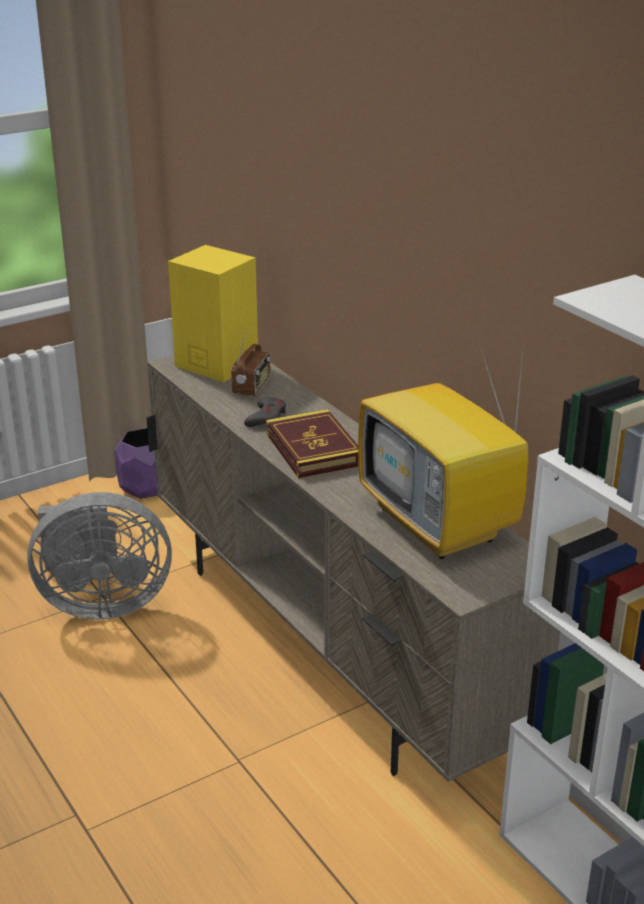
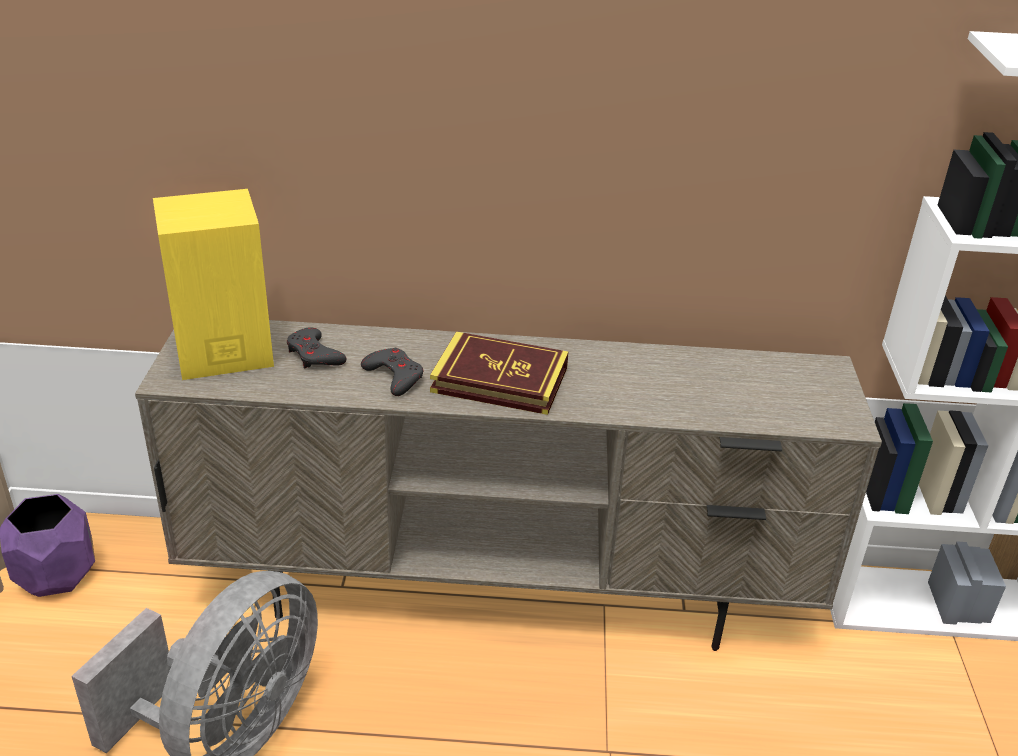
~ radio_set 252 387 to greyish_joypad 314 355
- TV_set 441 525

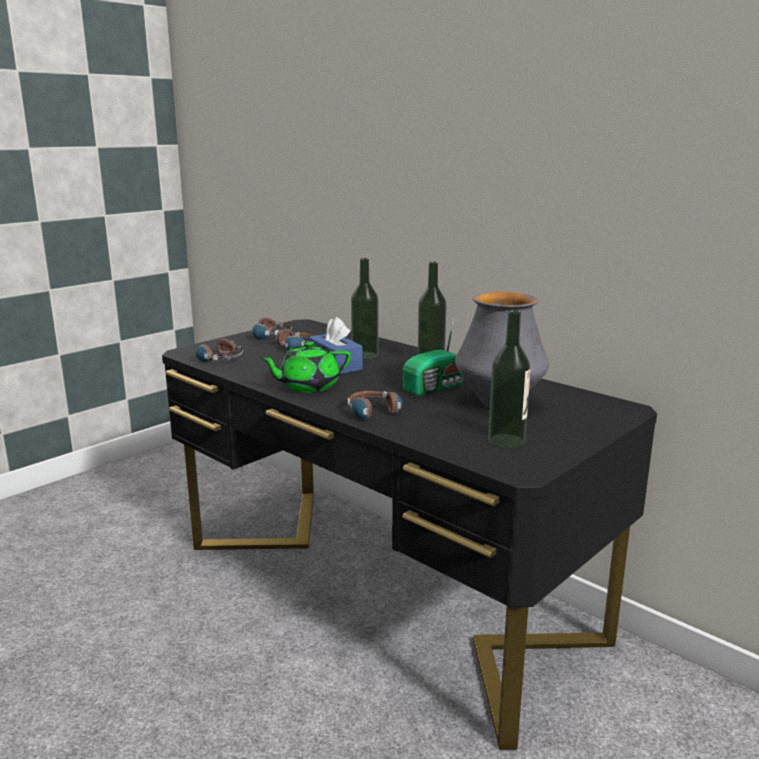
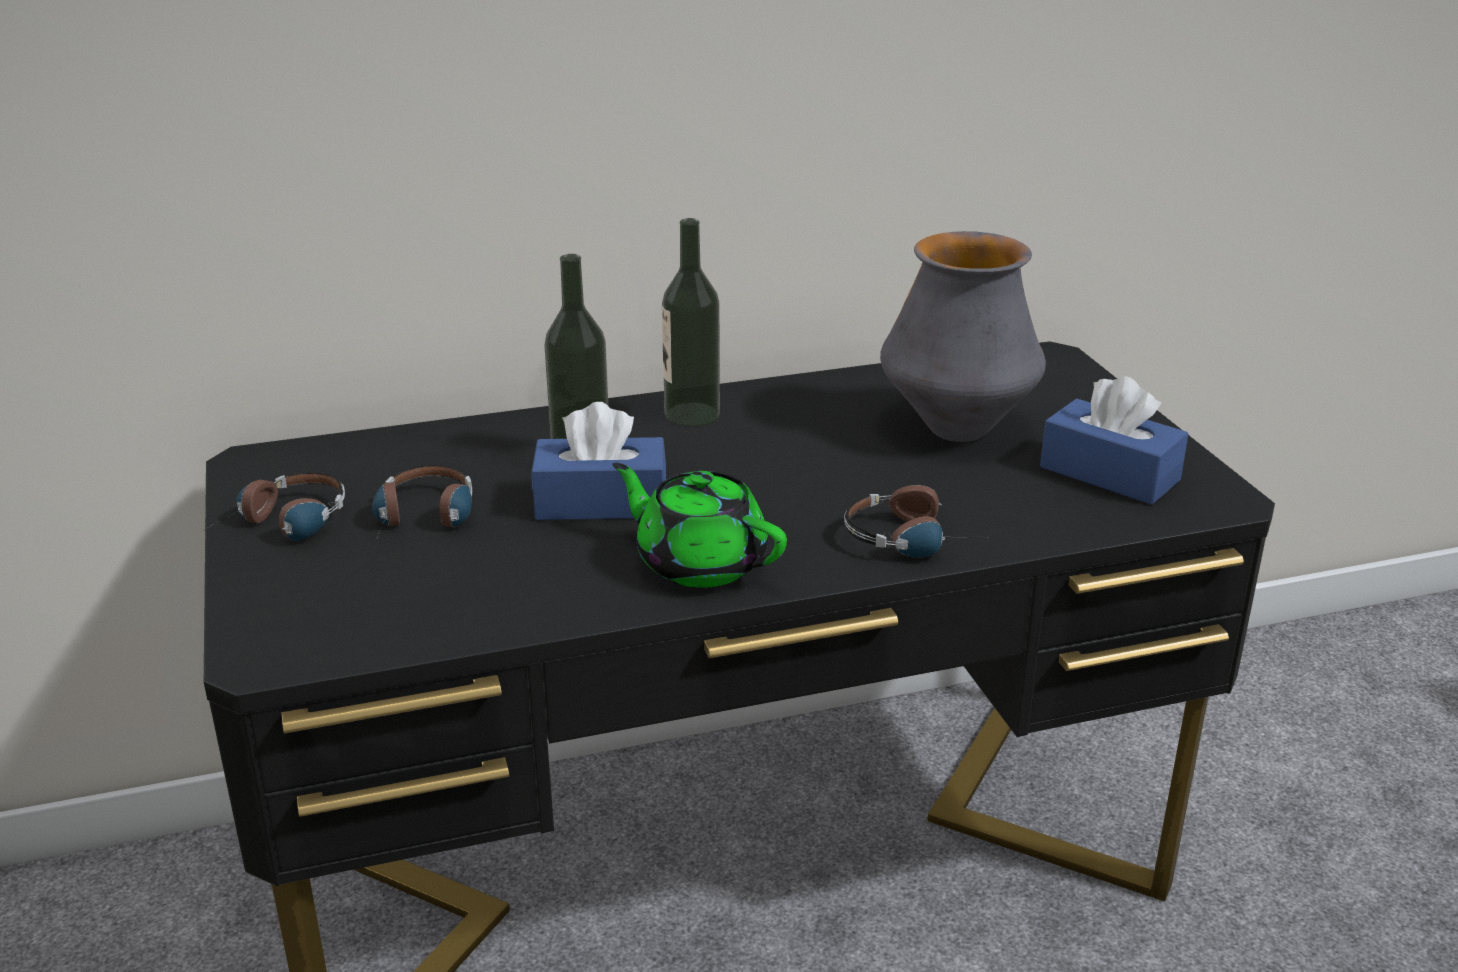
~ green-coloured_teapot 308 386 = 699 562 120 degrees clockwise
~ drink_bottle 506 441 to bluish_tissue_box 1109 473
- headset 216 358
- radio_set 436 387

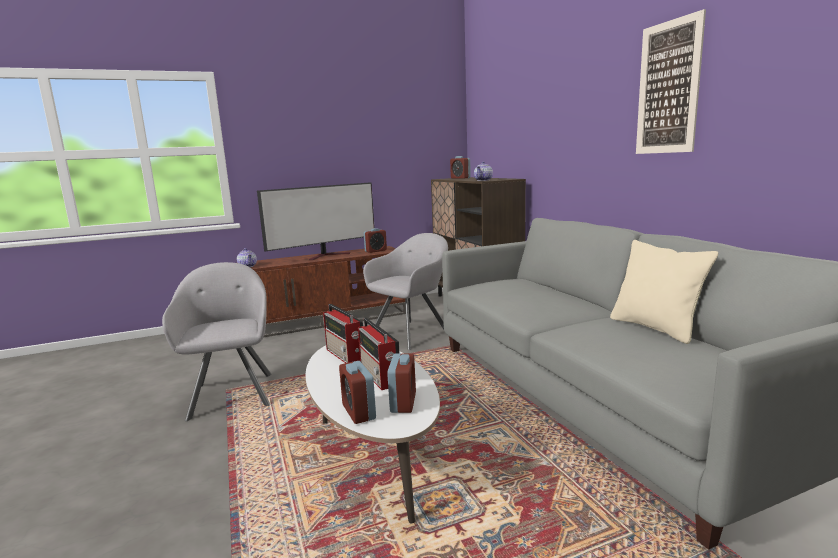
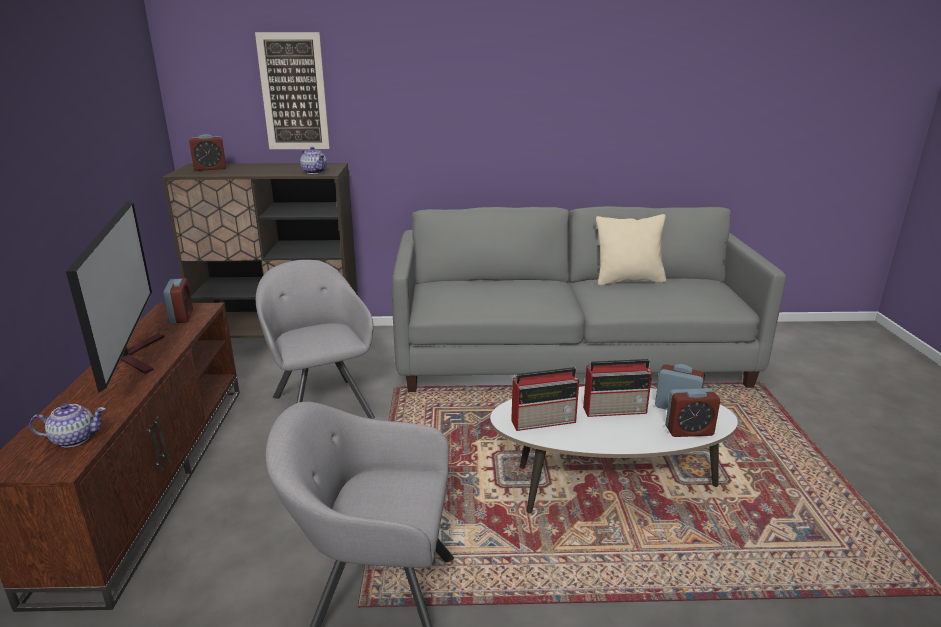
~ picture 668 88 to 293 92

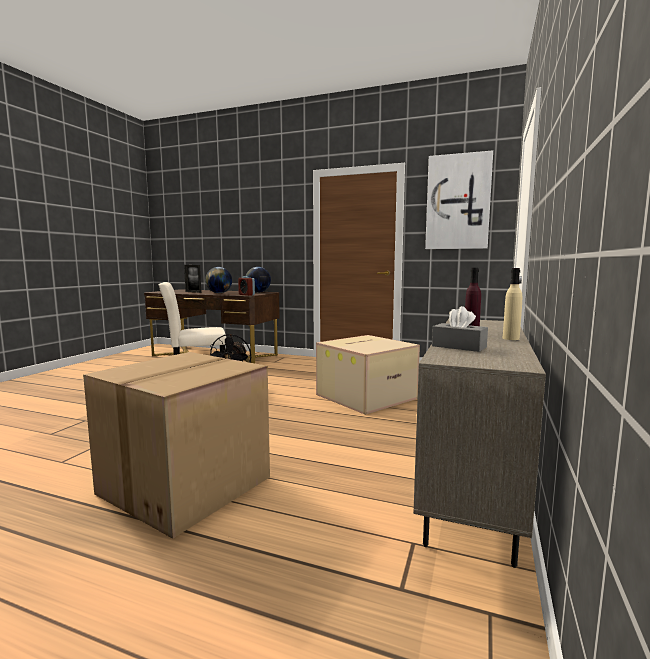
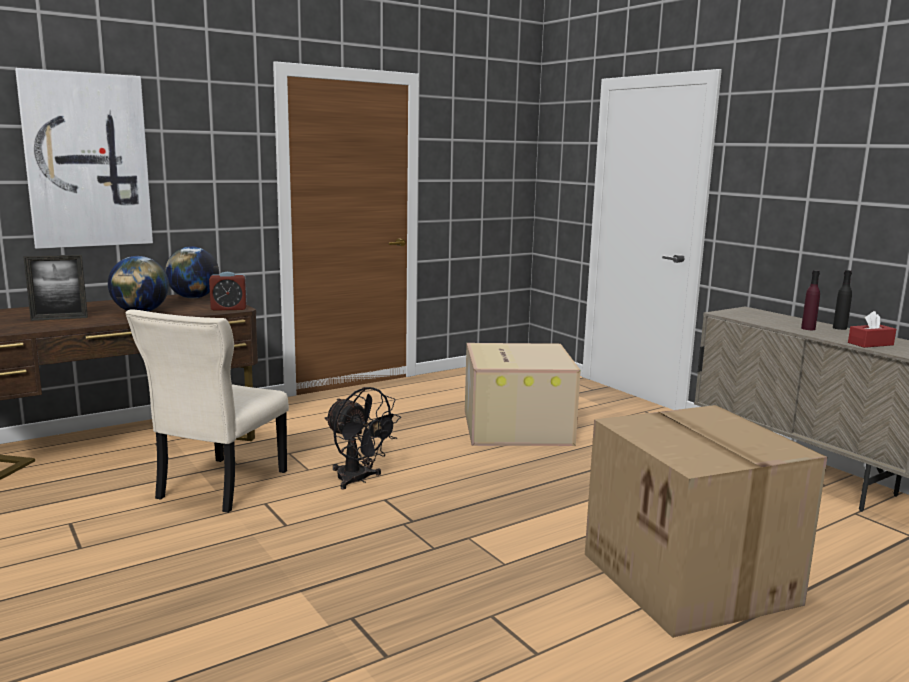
~ picture 458 202 to 87 161
~ sand-coloured_drink_bottle 511 338 to black_drink_bottle 839 328
~ greyish_tissue_box 459 347 to red_tissue_box 870 344

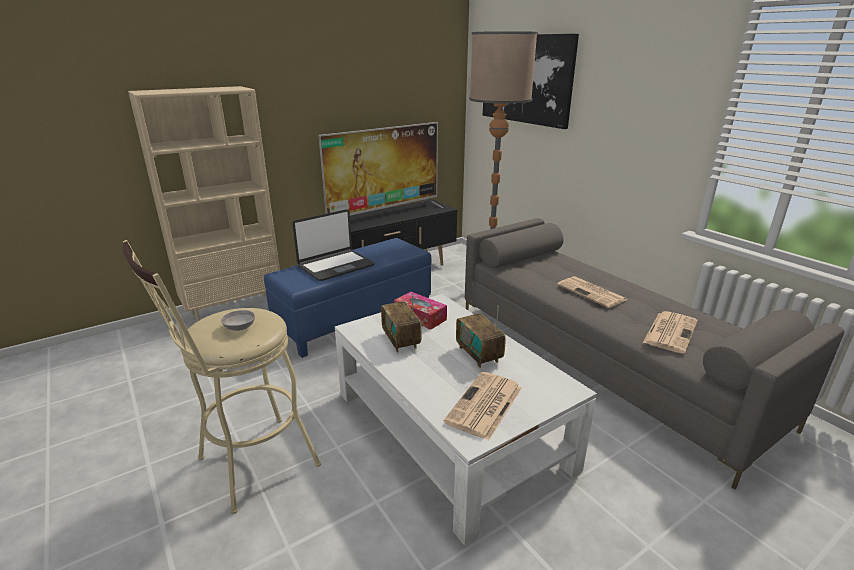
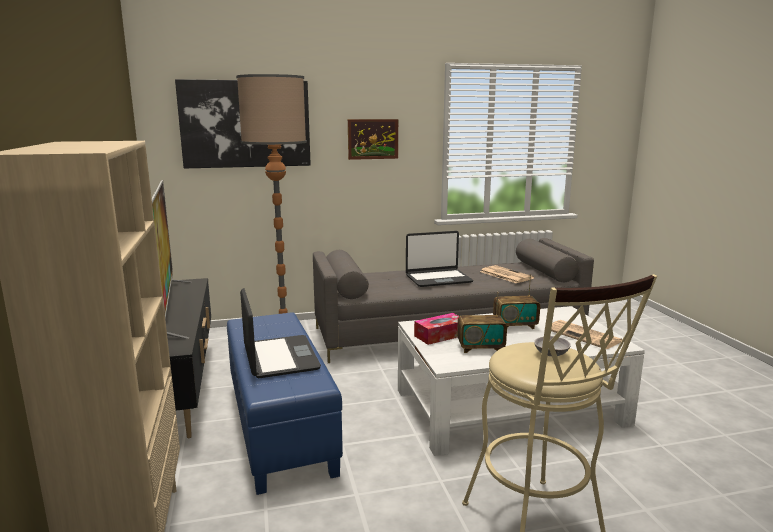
+ picture 373 139
~ newspaper 592 293 to notebook_computer 438 279

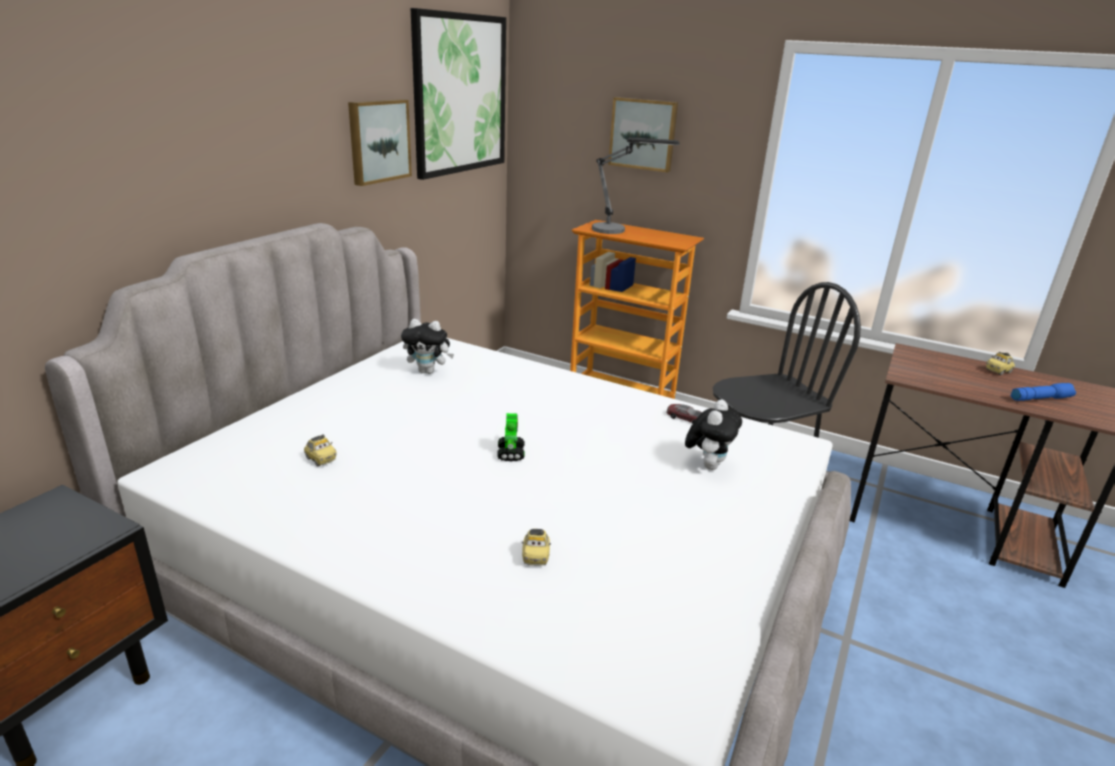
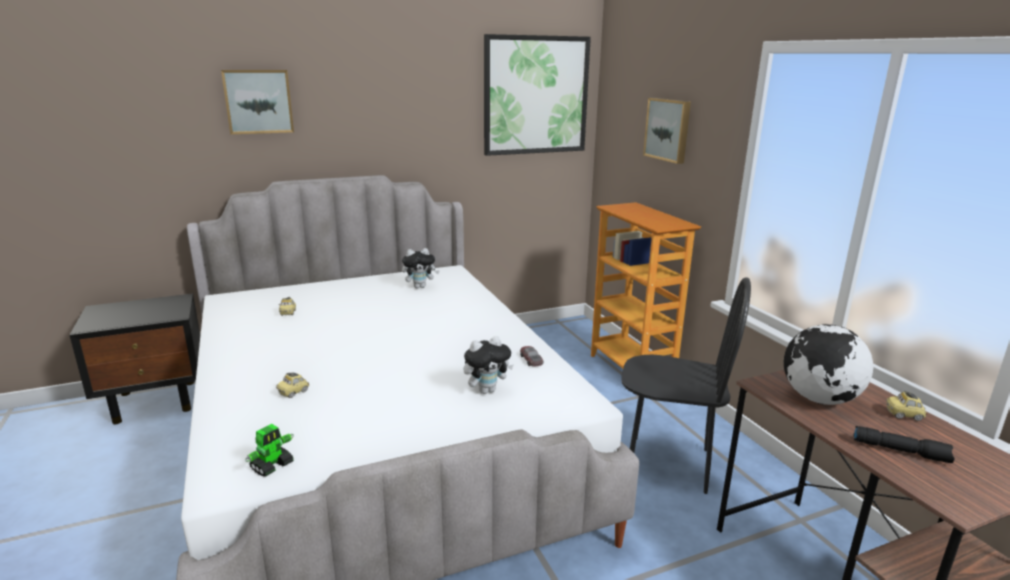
~ picture 378 141 to 258 101
~ model_robot 511 453 to 272 466
~ soft_toy 428 371 = 420 287 60 degrees counterclockwise
+ world_globe 819 399
~ bluish_torch 1040 398 to black_torch 901 451
- tabletop_lamp 618 231

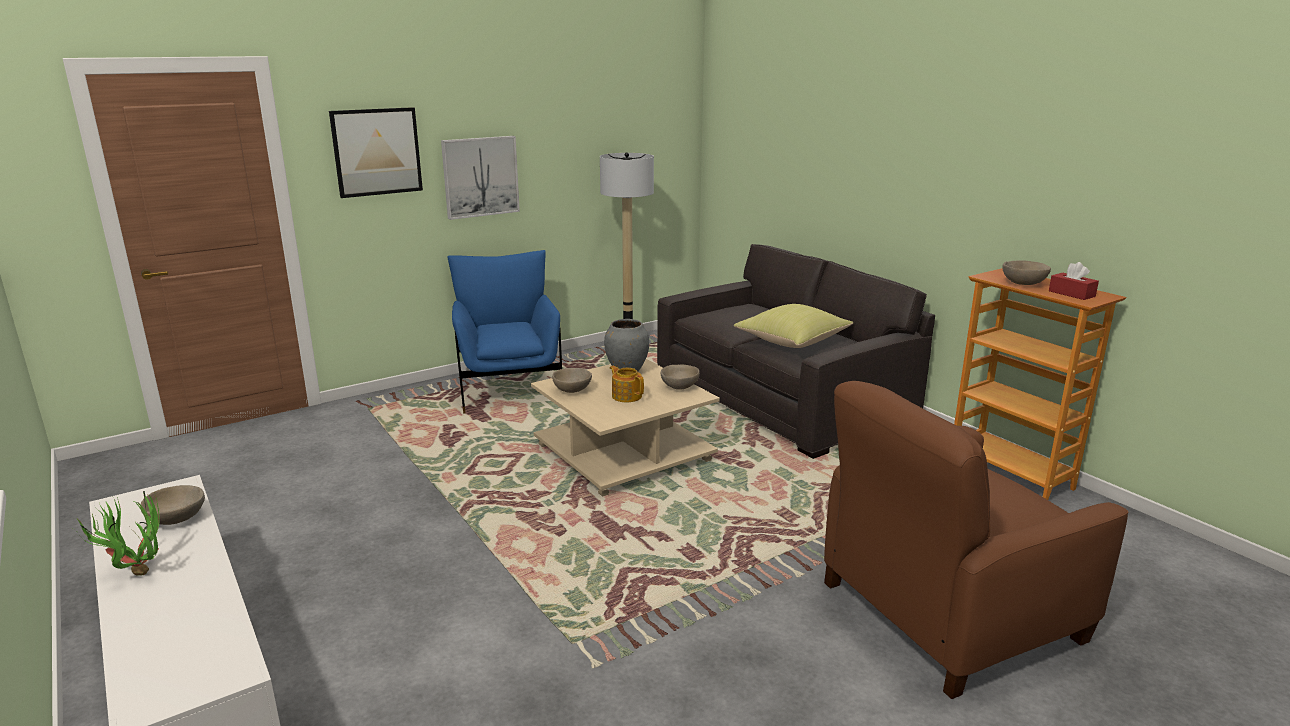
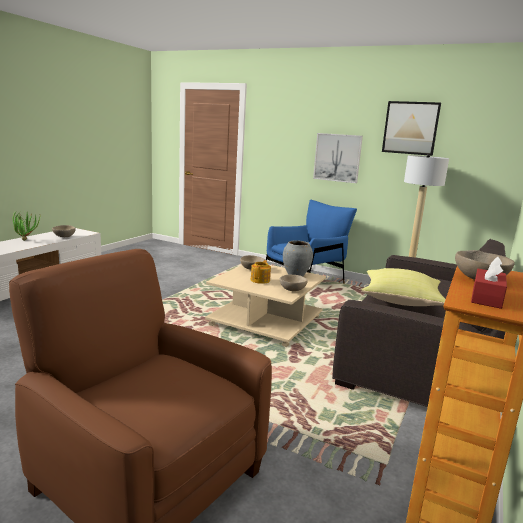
~ picture 377 152 to 410 128

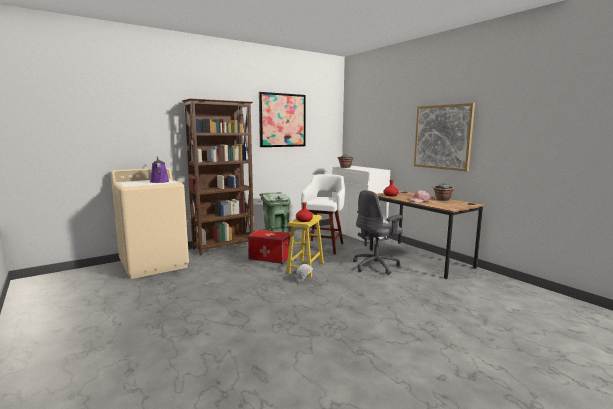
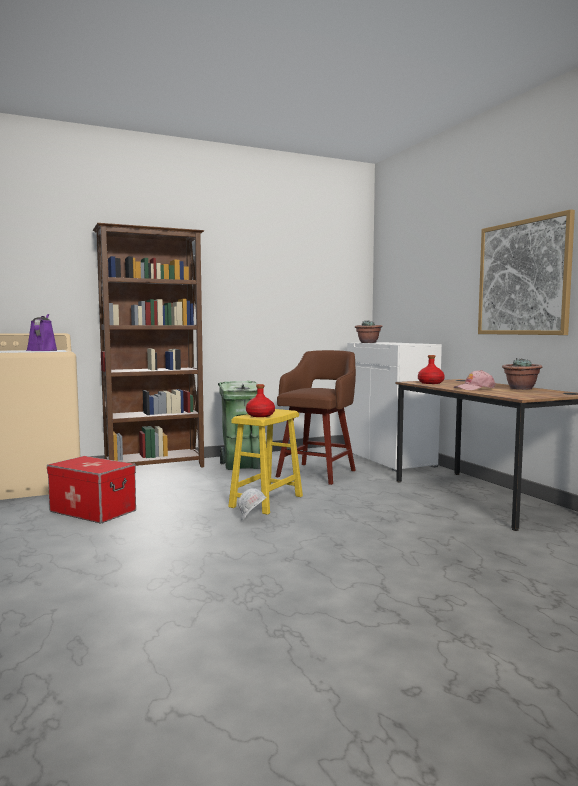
~ storage_box 270 257 to 92 511
~ white-coloured_sitting_stool 323 246 to brown_sitting_stool 318 473
- picture 282 120
- greyish_desk_chair 376 266

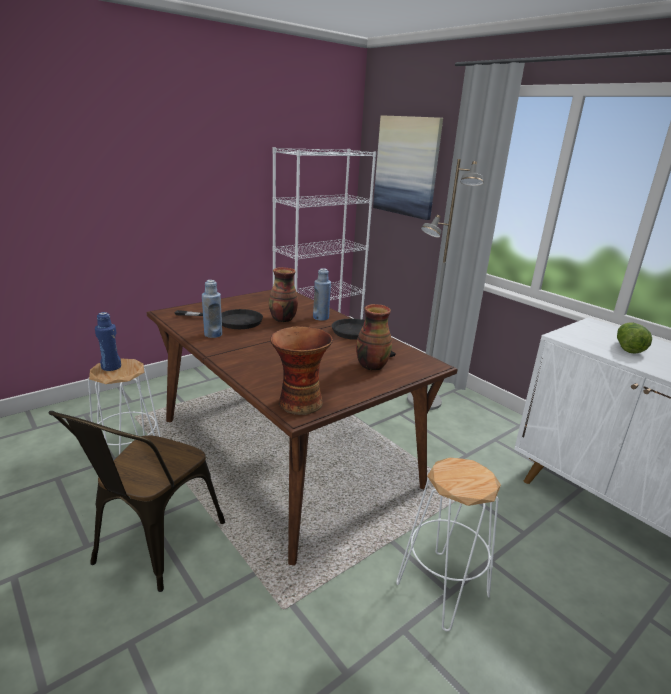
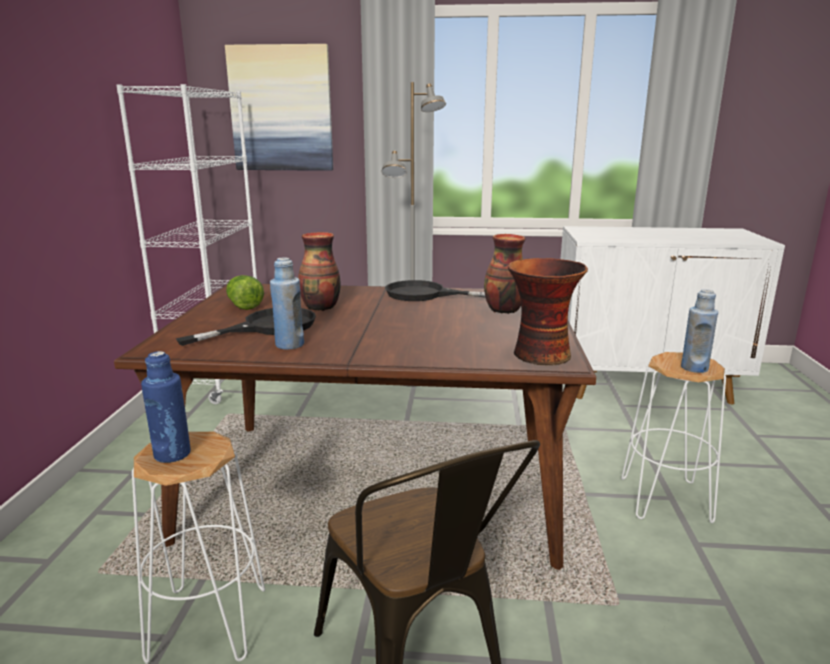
~ lettuce 628 347 to 244 305
~ bluish_drink_bottle 321 317 to 694 368

